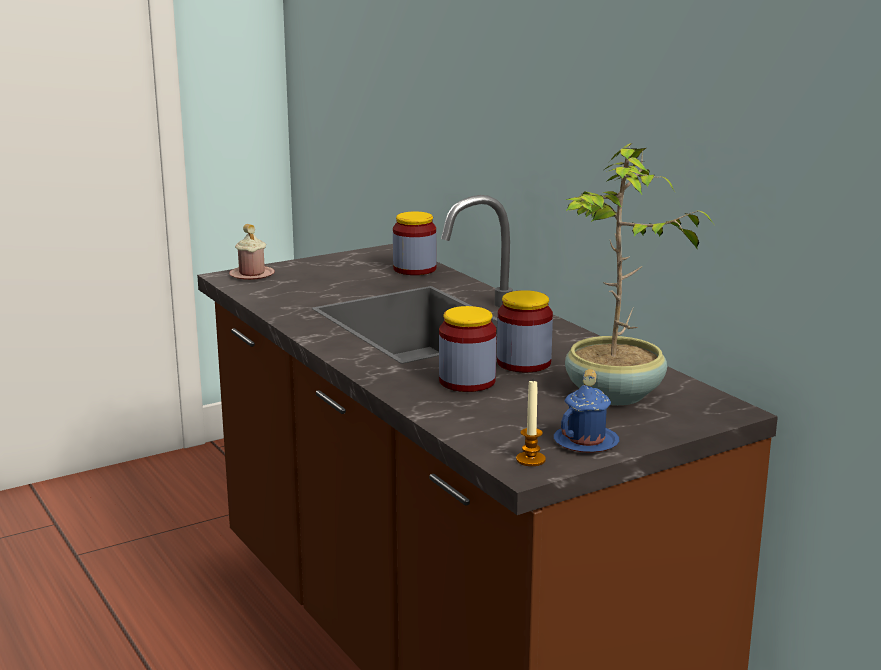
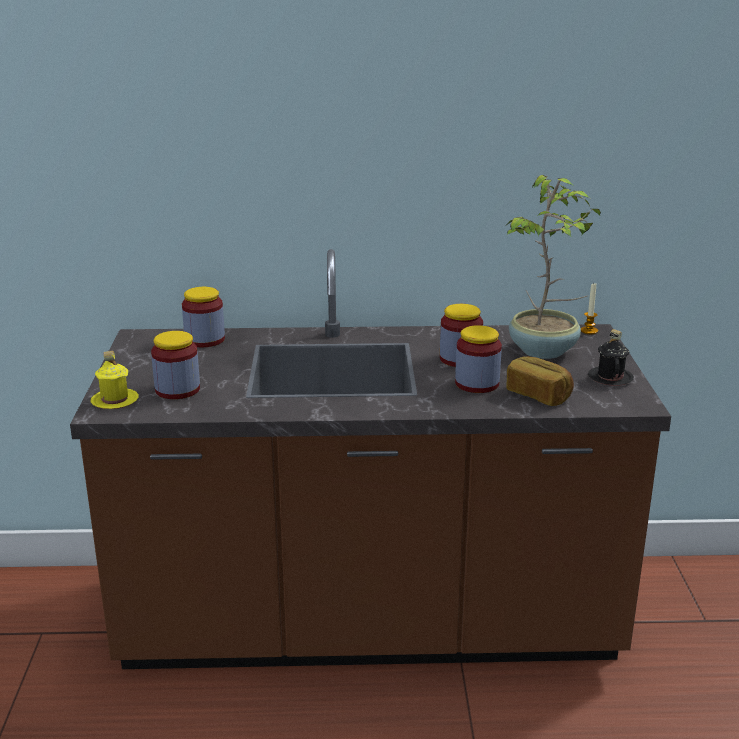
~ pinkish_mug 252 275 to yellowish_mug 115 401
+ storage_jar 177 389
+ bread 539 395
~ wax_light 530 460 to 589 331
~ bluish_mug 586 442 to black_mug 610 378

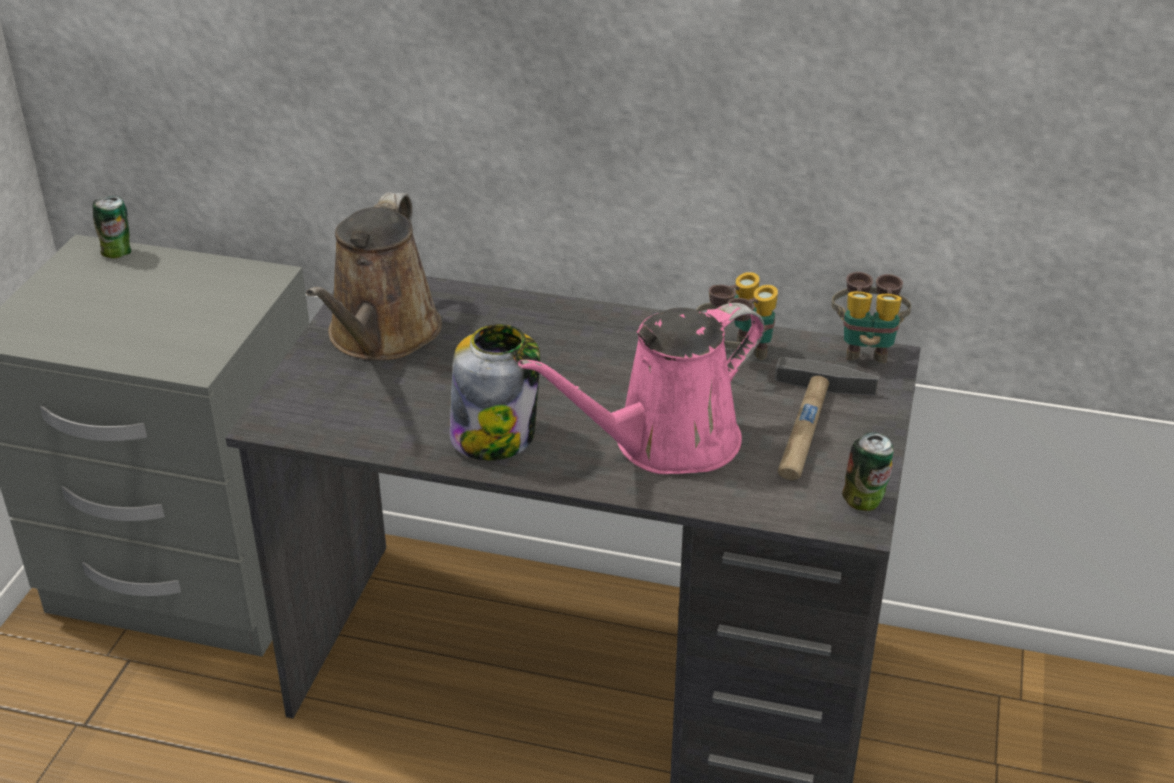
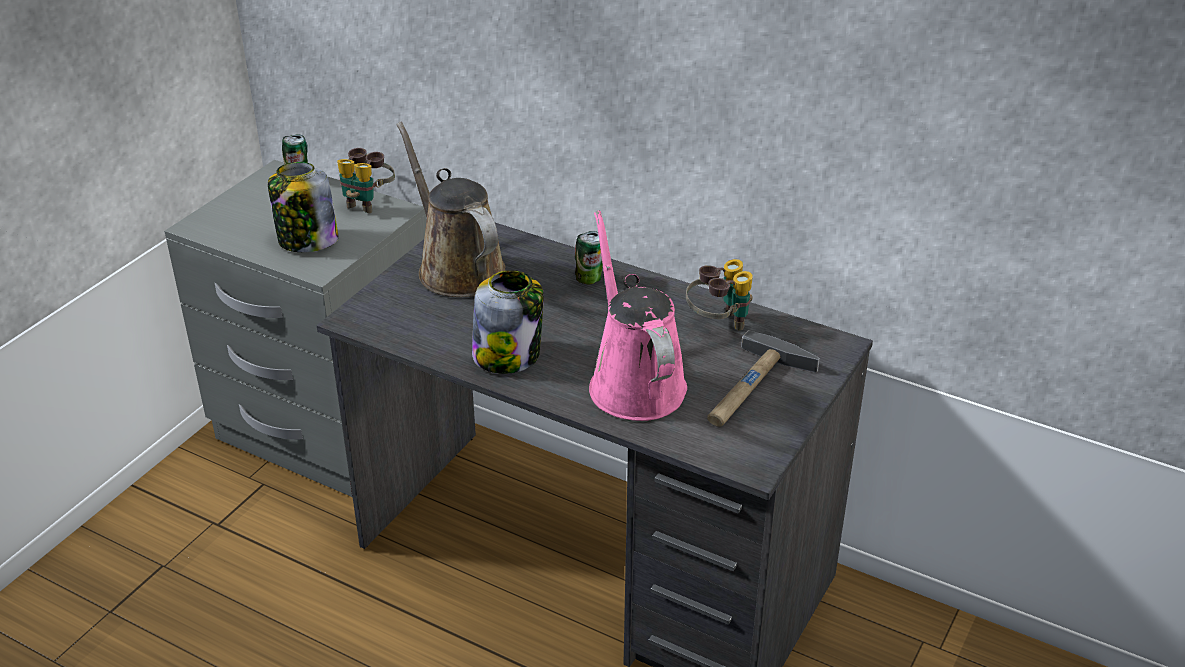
+ storage_jar 307 241
~ pair_of_binoculars 866 348 to 367 202
~ brown_watering_pot 380 336 = 457 268 120 degrees clockwise
~ can 865 501 to 589 279
~ pinkish_watering_pot 665 443 = 633 382 90 degrees clockwise

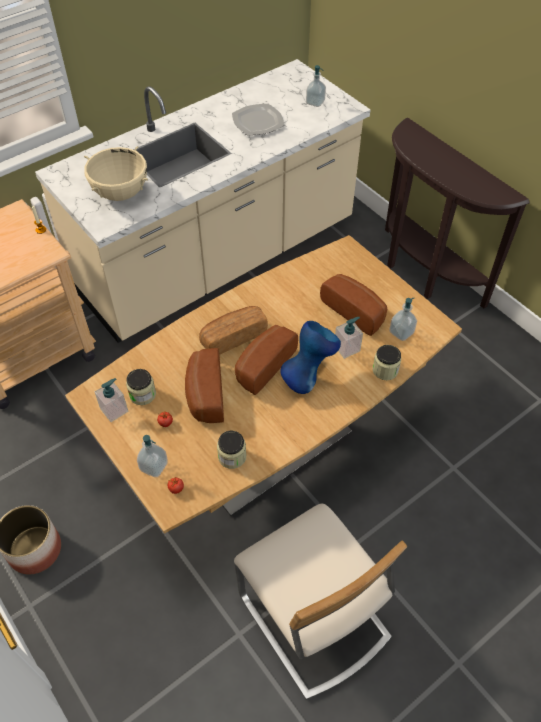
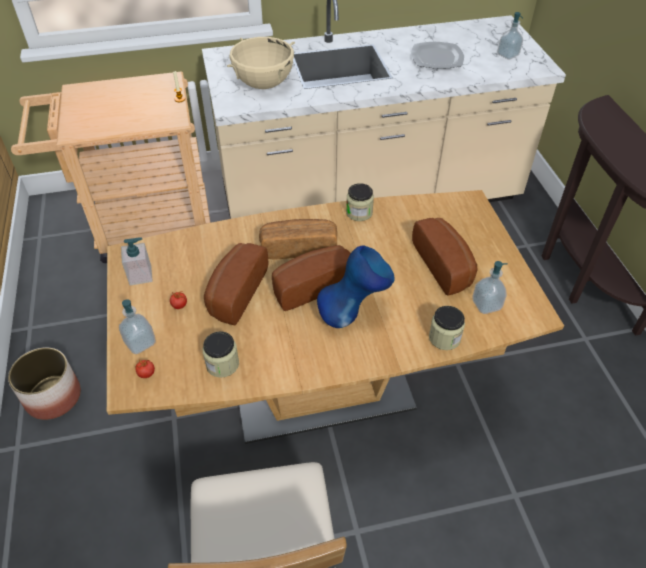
~ storage_jar 142 394 to 359 213
- soap_dispenser 347 348

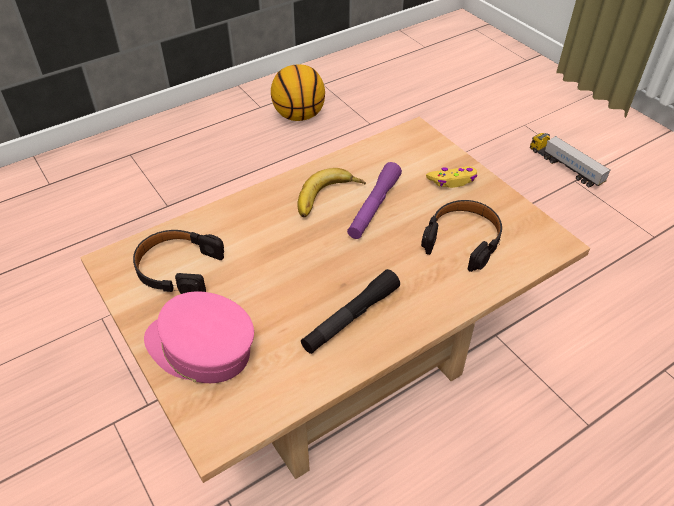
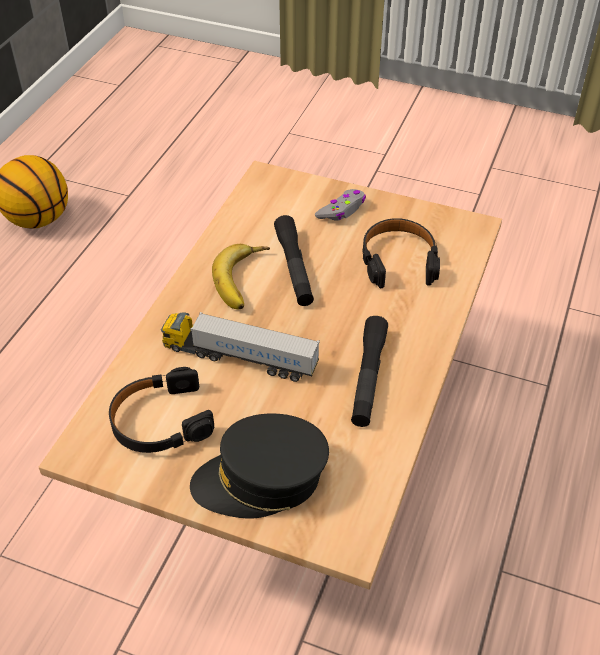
~ toy_truck 565 167 to 240 358
~ pinkish_cap 201 349 to black_cap 261 480
~ purplish_torch 374 207 to black_torch 294 268
~ yellowish_joypad 452 181 to greyish_joypad 342 210

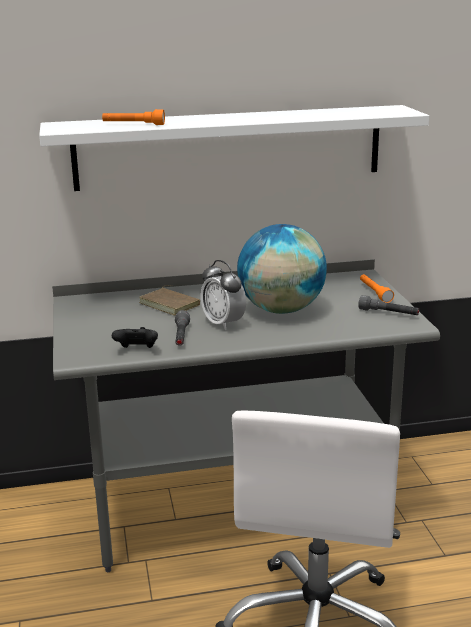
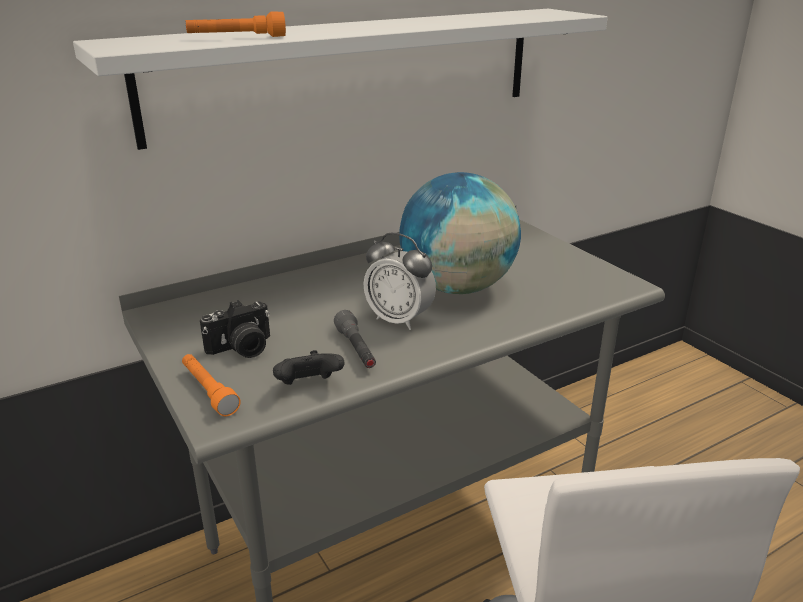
~ orangey_torch 374 293 to 208 391
+ still_camera 242 349
- brown_book 171 304
- greyish_torch 388 313

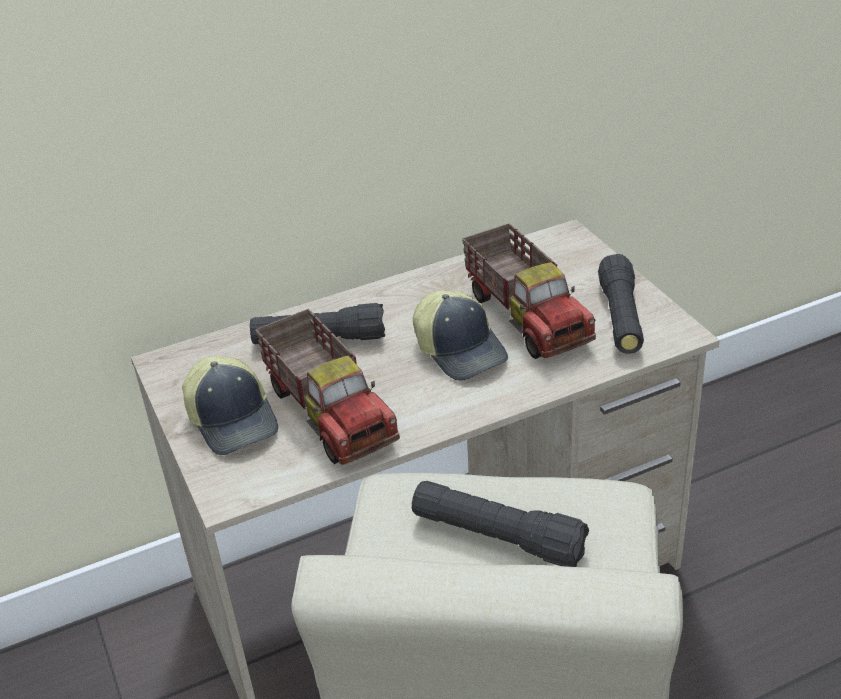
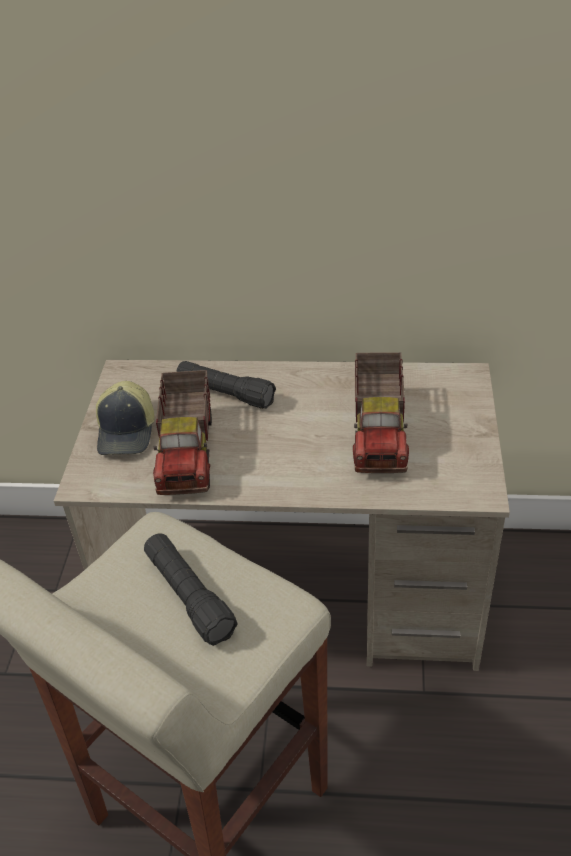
- cap 461 350
- black_torch 621 318

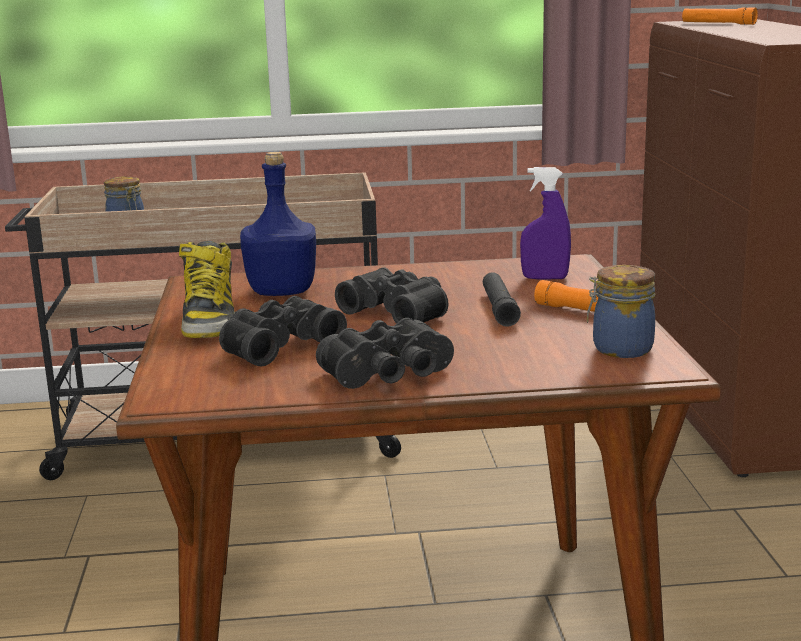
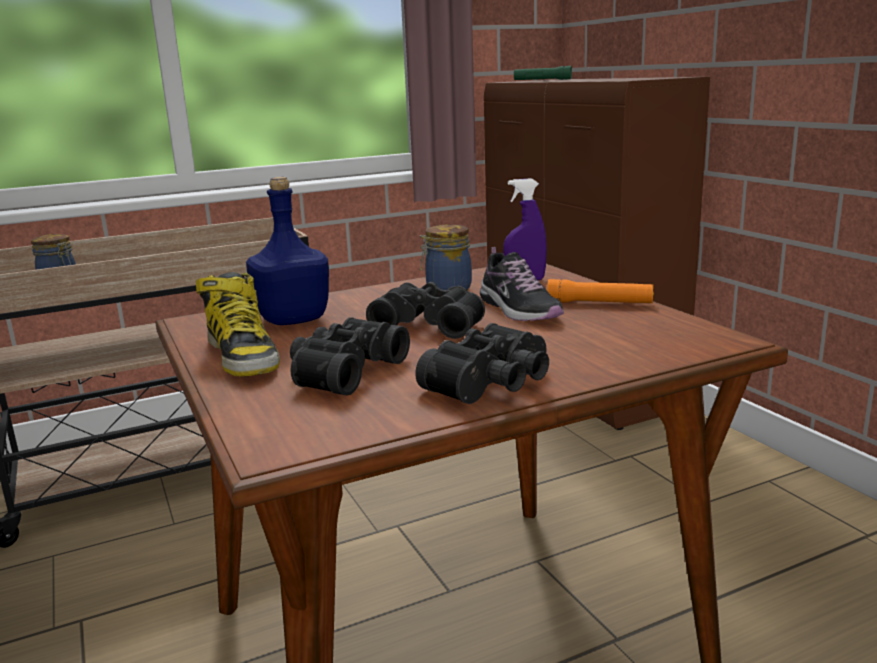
~ storage_jar 619 349 to 446 289
~ black_torch 499 308 to item_of_footwear 518 309
~ orangey_torch 718 24 to green-coloured_torch 542 80

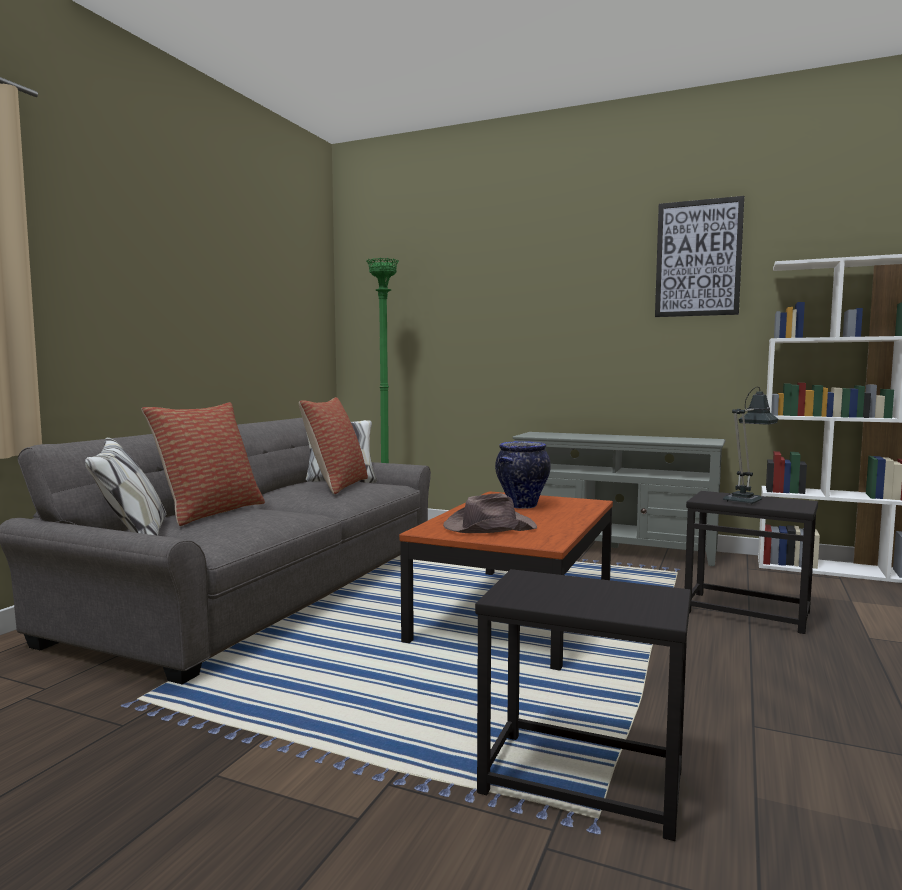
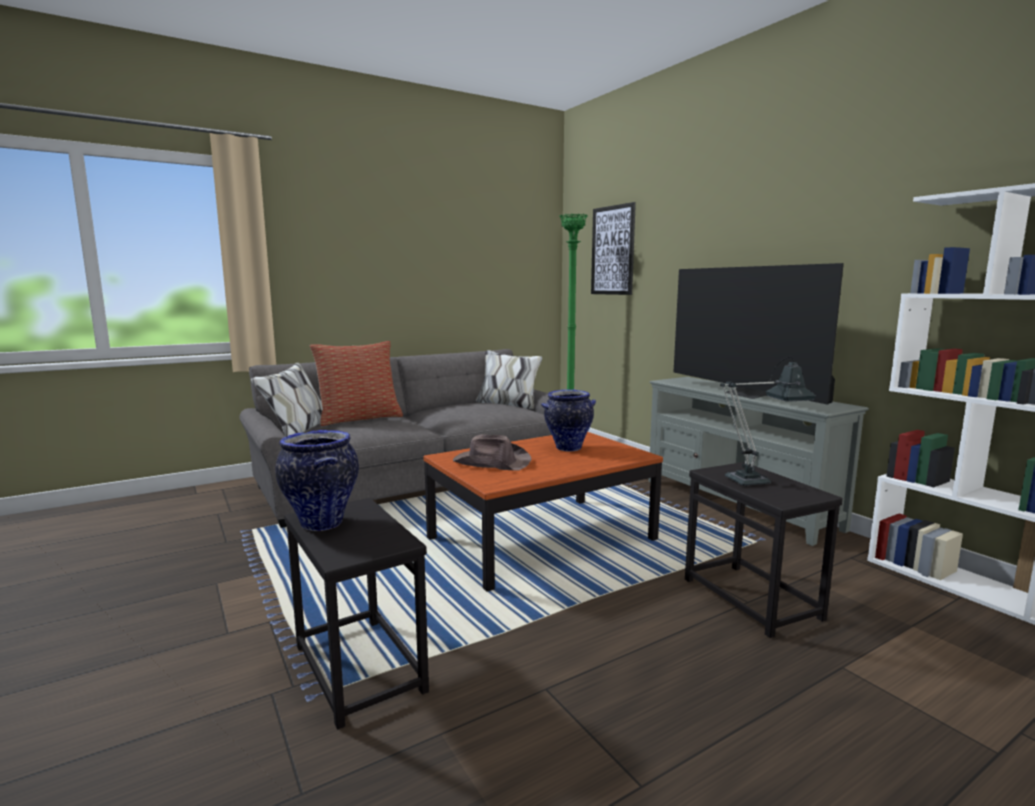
+ decorative_vase 321 523
~ picture 698 258 to 613 250
+ TV_set 748 394
- pillow 336 485

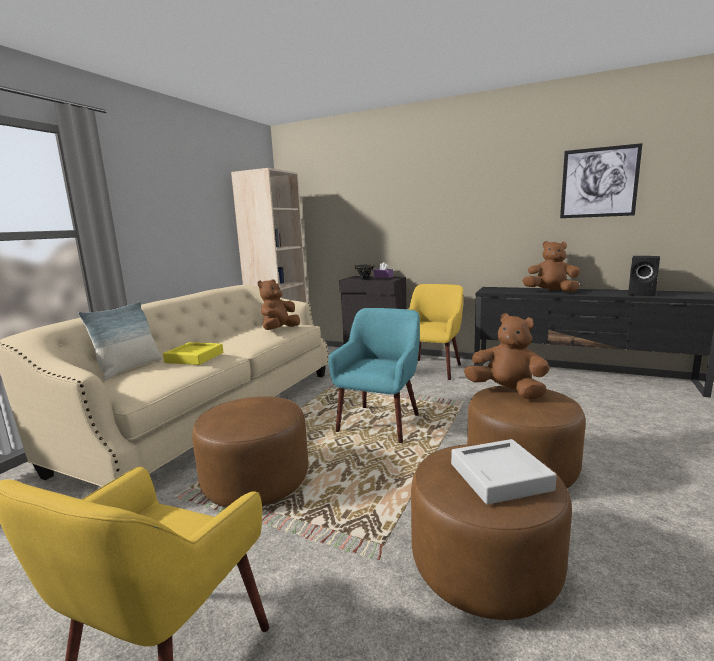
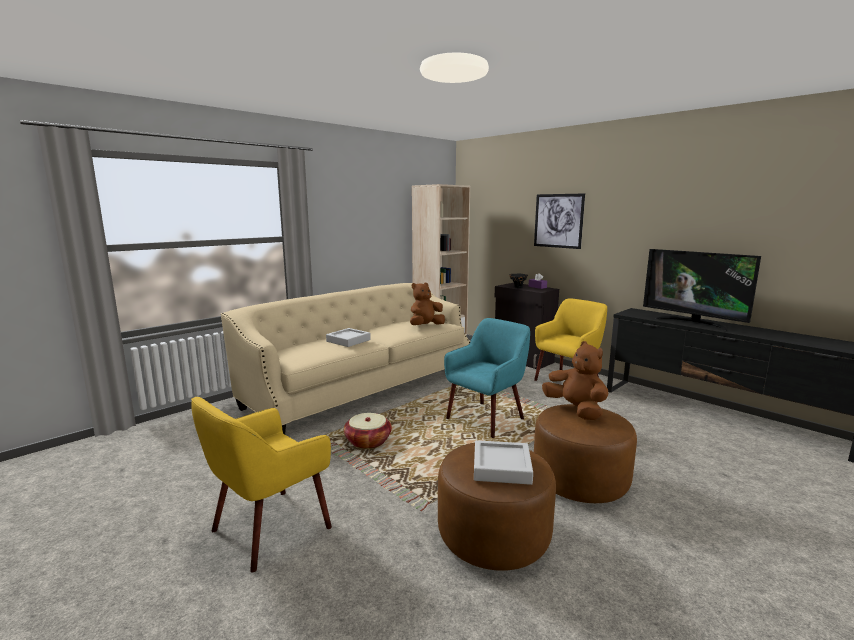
~ yellowish_carrying_tray 194 357 to greyish_carrying_tray 348 340
~ brown_ottoman 256 482 to household_basket 368 441
~ picture 599 182 to 558 221
~ brown_soft_toy 551 291 to TV_set 692 322
- pillow 129 368
- black_audio_speaker 643 294

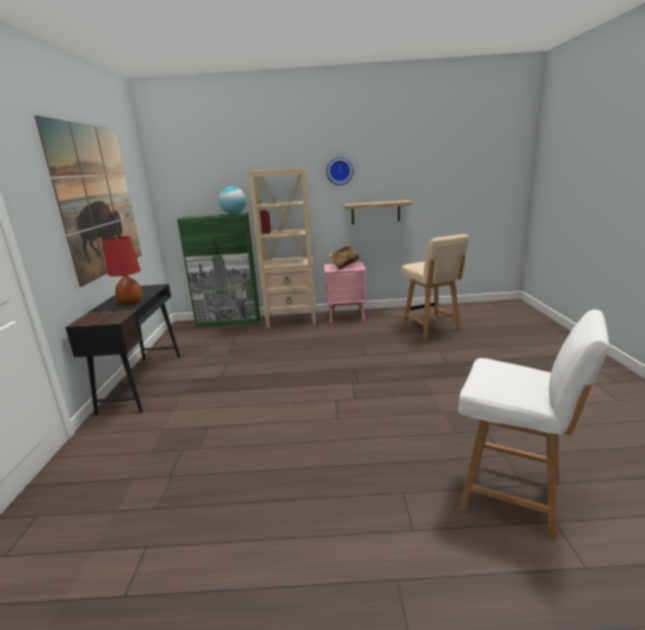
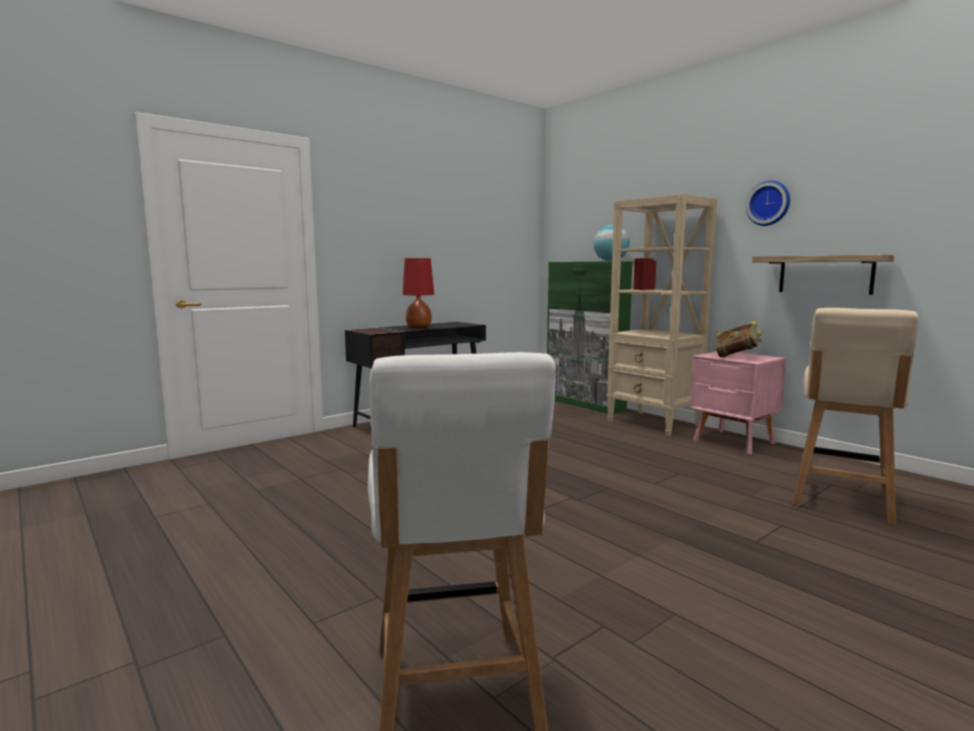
- picture 98 200

